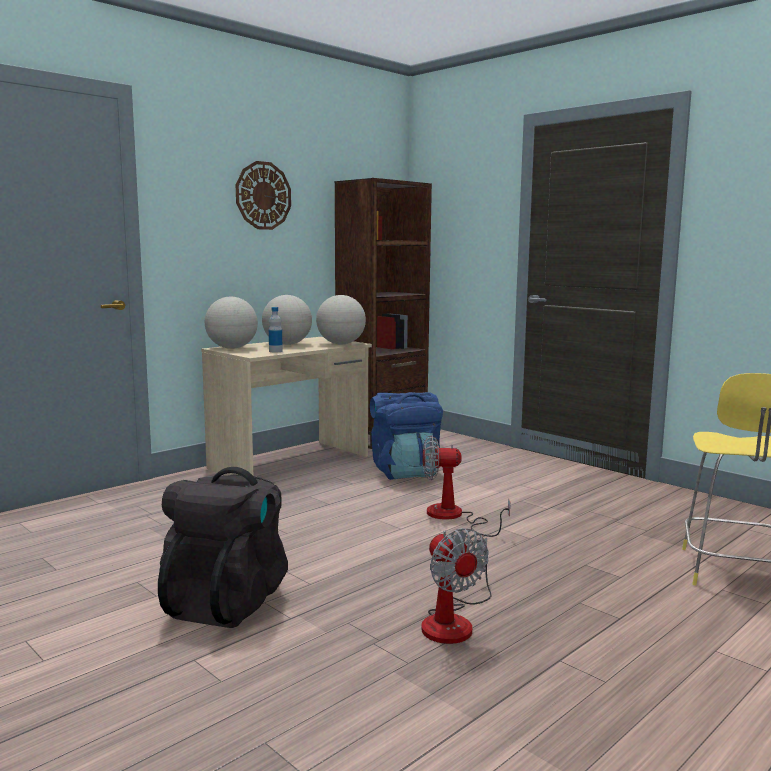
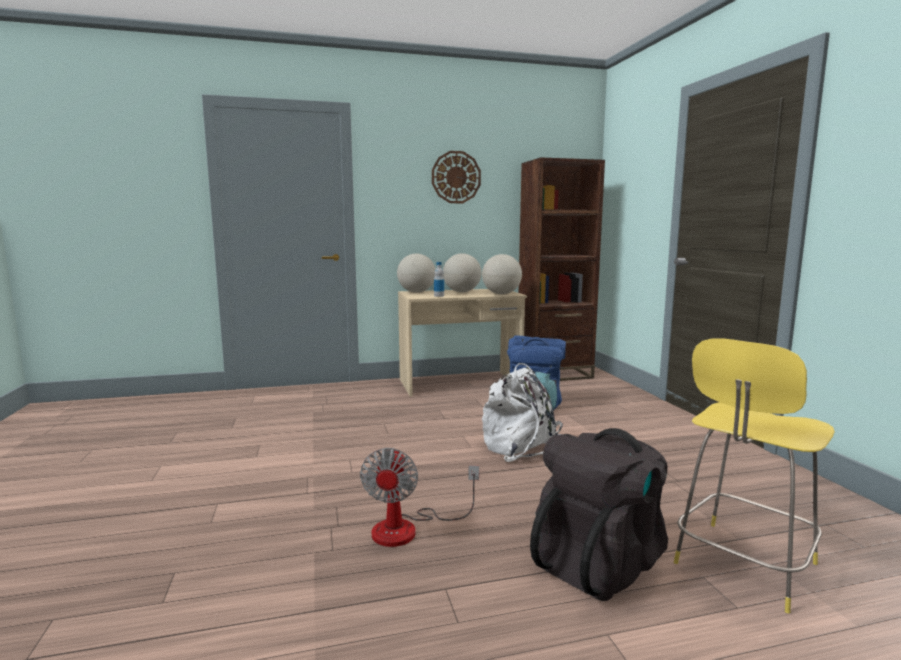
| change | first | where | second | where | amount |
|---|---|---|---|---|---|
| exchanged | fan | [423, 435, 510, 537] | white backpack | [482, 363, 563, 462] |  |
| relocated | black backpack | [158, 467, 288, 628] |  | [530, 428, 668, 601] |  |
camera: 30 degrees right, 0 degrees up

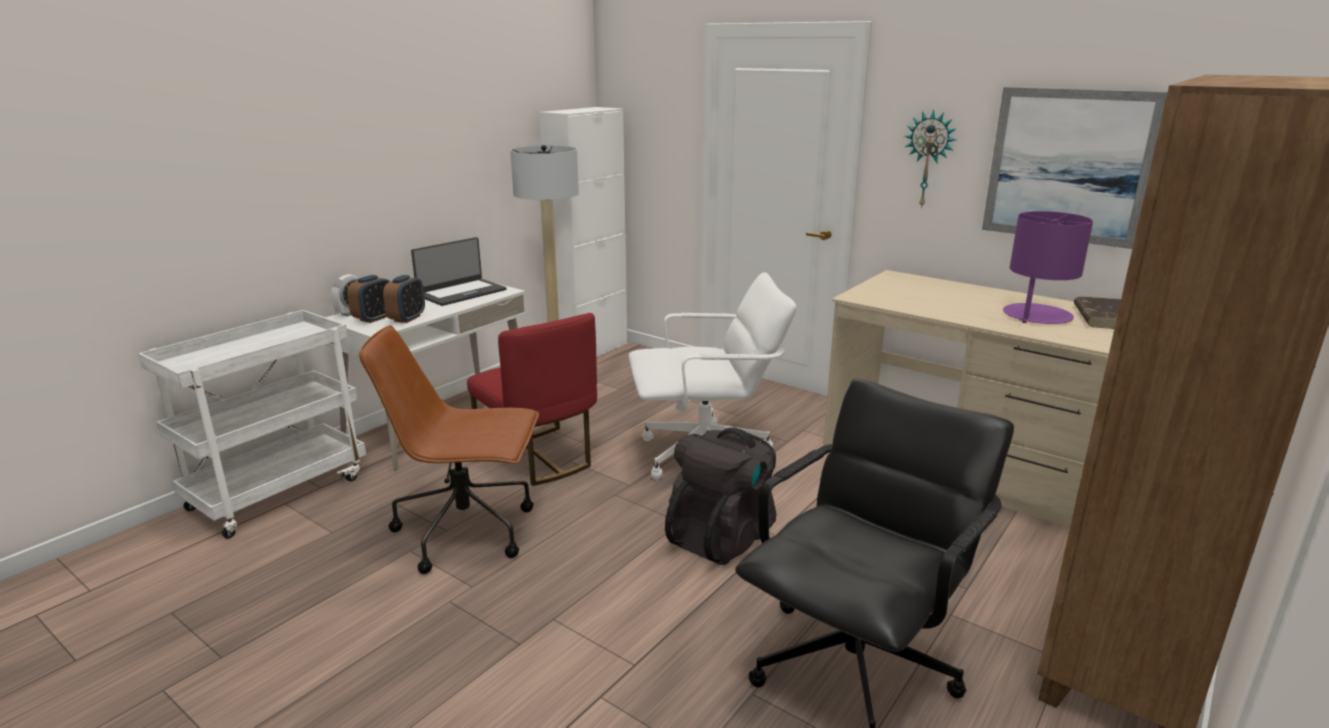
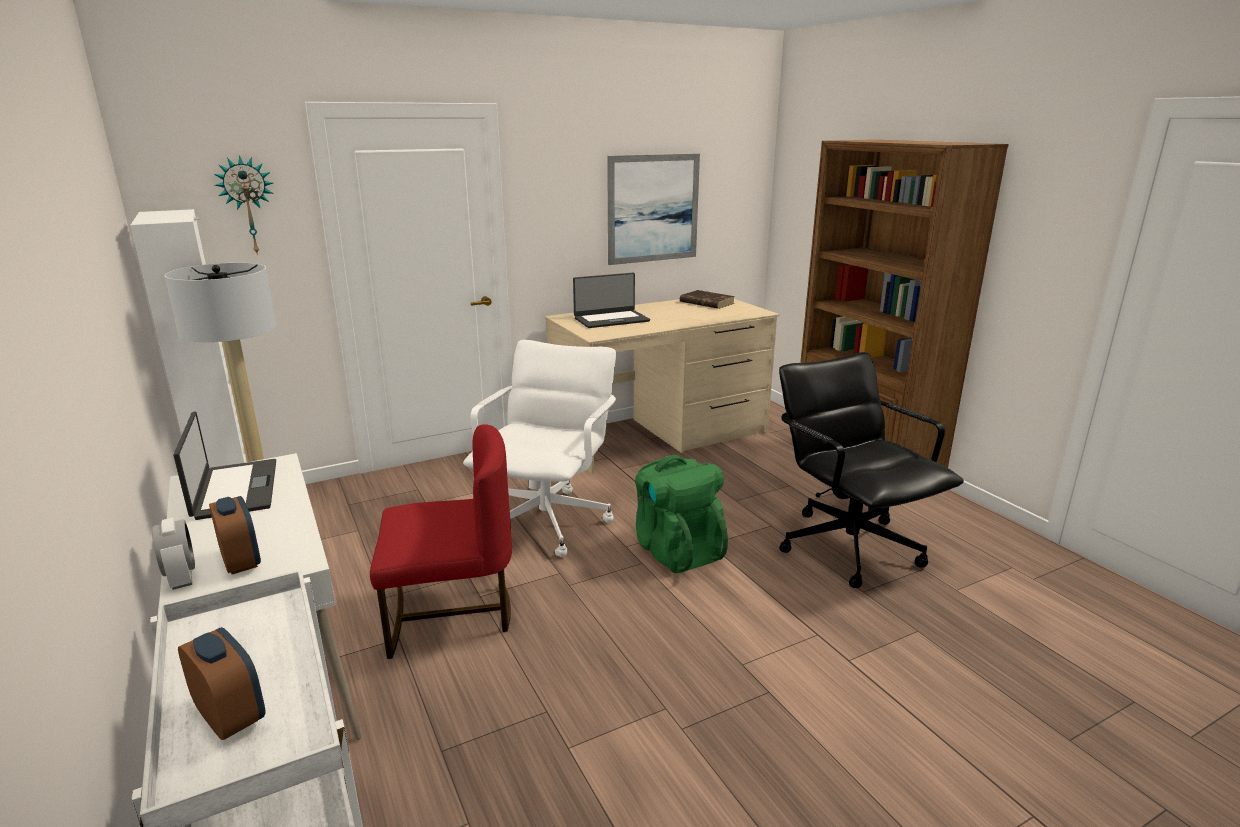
| change | first | where | second | where | amount |
|---|---|---|---|---|---|
| relocated | alarm clock | [383, 275, 425, 323] |  | [178, 627, 266, 740] |  |
| relocated | wall clock | [904, 109, 956, 209] |  | [214, 155, 274, 255] |  |
| appeared |  |  | laptop | [573, 273, 650, 328] |  |
| colour | black backpack | [665, 427, 776, 565] | green backpack | [635, 455, 728, 573] |  |
| missing | brown office chair | [359, 326, 539, 574] |  |  |  |
| missing | purple table lamp | [1003, 211, 1093, 324] |  |  |  |
camera: 65 degrees left, 0 degrees up

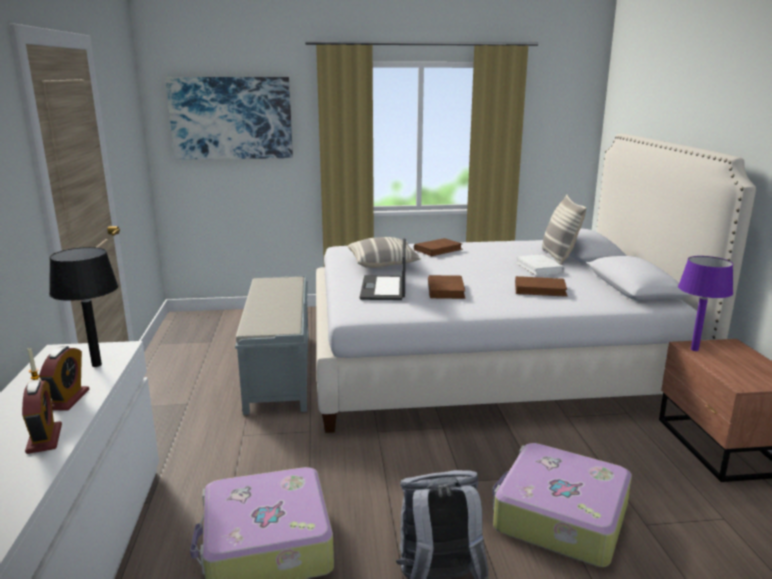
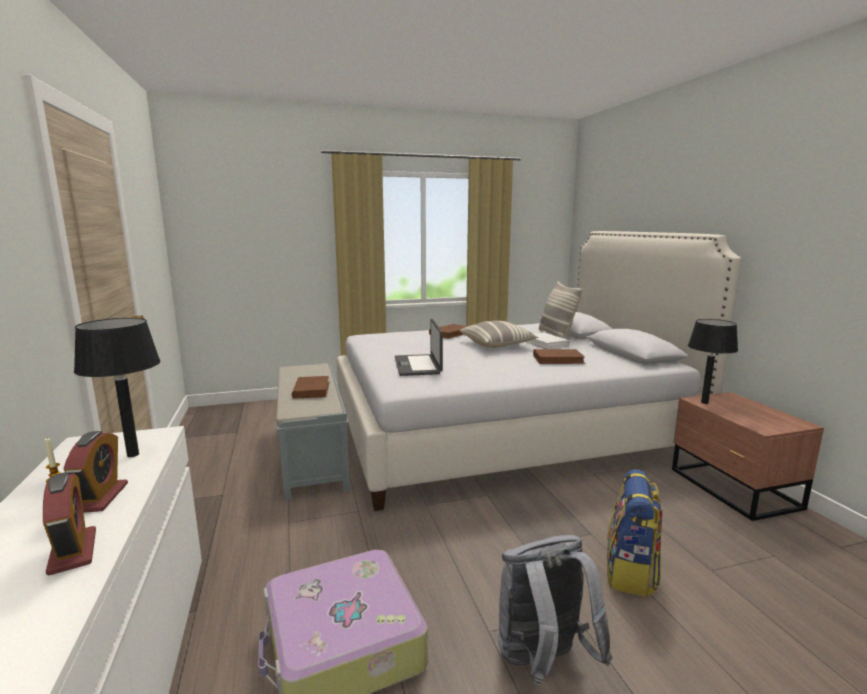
| change | first | where | second | where | amount |
|---|---|---|---|---|---|
| relocated | brown book | [428, 275, 465, 299] |  | [292, 376, 330, 399] |  |
| relocated | pillow | [348, 237, 421, 268] |  | [460, 321, 538, 348] |  |
| exchanged | suitcase | [492, 443, 632, 567] | backpack | [607, 469, 662, 597] |  |
| colour | purple table lamp | [678, 256, 733, 351] | black table lamp | [688, 319, 738, 404] |  |
| missing | picture | [166, 77, 293, 160] |  |  |  |
camera: 10 degrees left, 5 degrees down

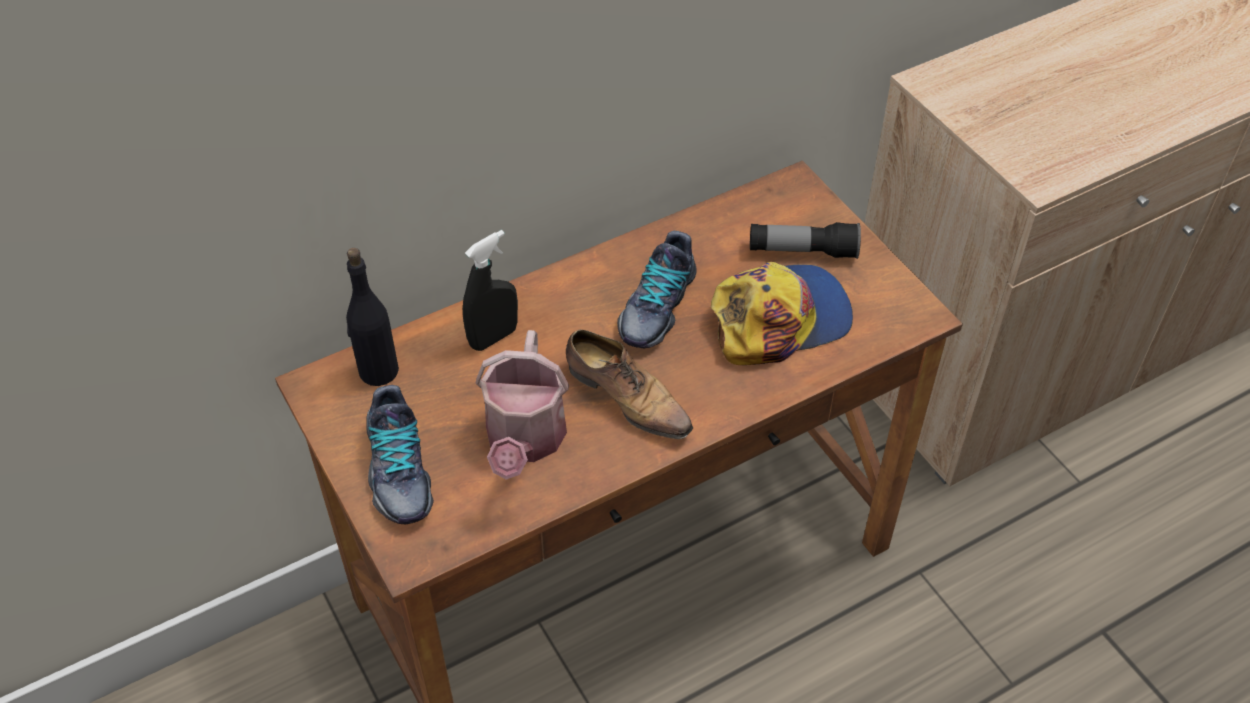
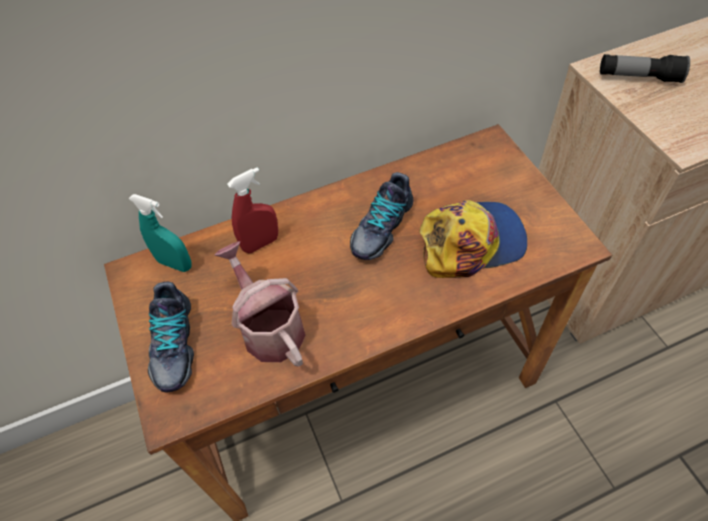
| change | first | where | second | where | amount |
|---|---|---|---|---|---|
| exchanged | black bottle | [346, 248, 399, 386] | turquoise spray bottle | [129, 194, 192, 272] |  |
| spun | watering can | [476, 330, 569, 480] |  | [215, 242, 306, 367] | 135 degrees clockwise |
| colour | black spray bottle | [463, 230, 518, 351] | red spray bottle | [227, 167, 278, 254] |  |
| relocated | flashlight | [750, 222, 861, 259] |  | [600, 54, 690, 83] |  |
| missing | shoe | [566, 330, 693, 439] |  |  |  |
camera: 10 degrees right, 5 degrees up

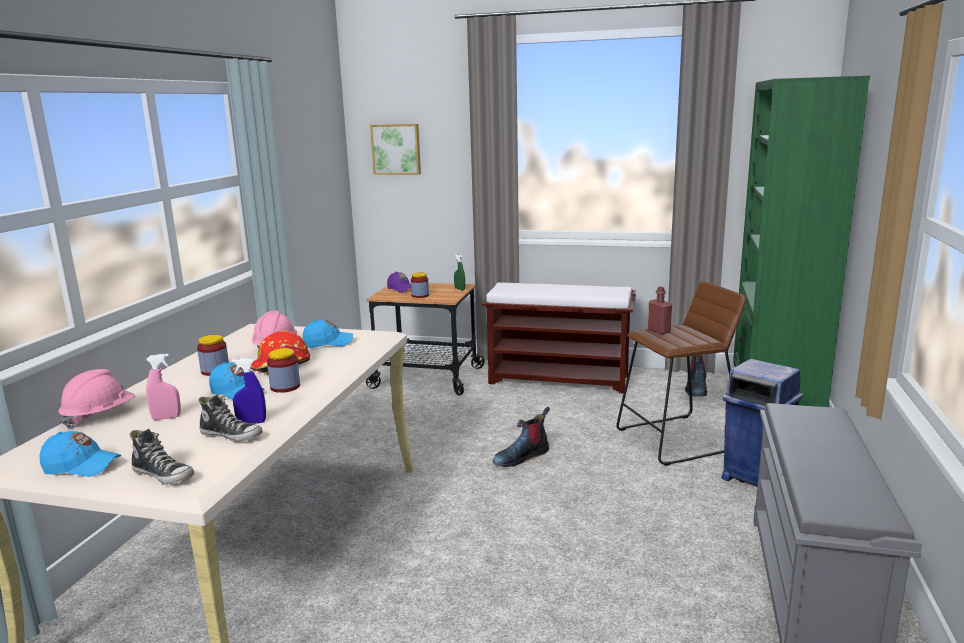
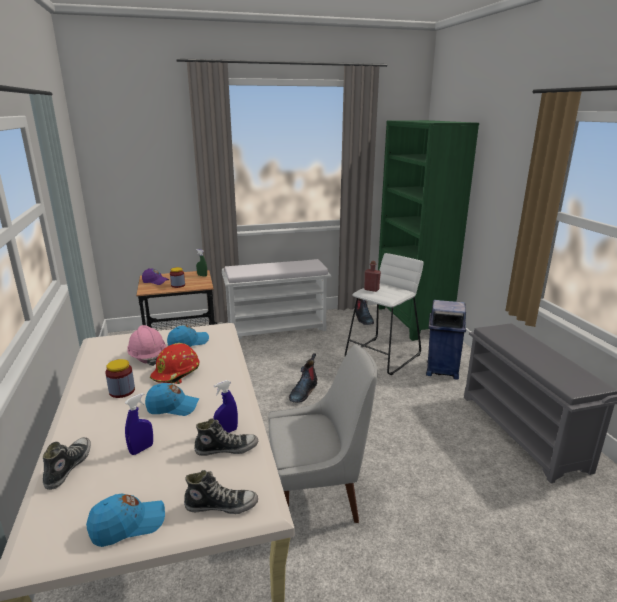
| change | first | where | second | where | amount |
|---|---|---|---|---|---|
| exchanged | pink hard hat | [58, 369, 136, 428] | shoe | [43, 437, 91, 490] |  |
| colour | pink spray bottle | [146, 354, 181, 420] | blue spray bottle | [125, 393, 153, 455] |  |
| colour | brown bench | [482, 282, 636, 393] | white bench | [222, 259, 331, 339] |  |
| appeared |  |  | white chair | [268, 344, 378, 523] |  |
| colour | brown stool | [616, 281, 746, 466] | white stool | [345, 253, 424, 375] |  |
| missing | jar | [267, 348, 300, 393] |  |  |  |
| missing | picture | [370, 124, 421, 175] |  |  |  |
camera: 30 degrees left, 5 degrees up

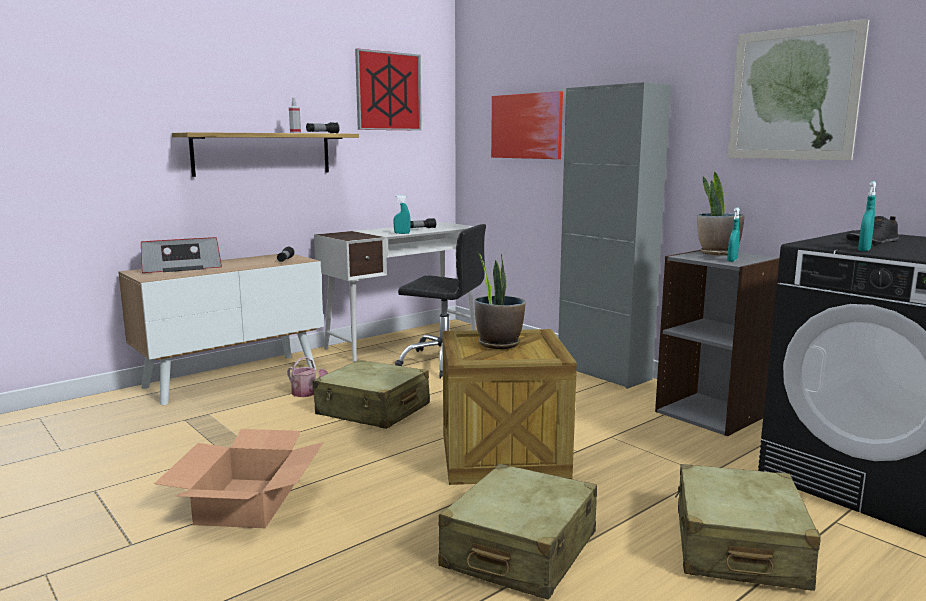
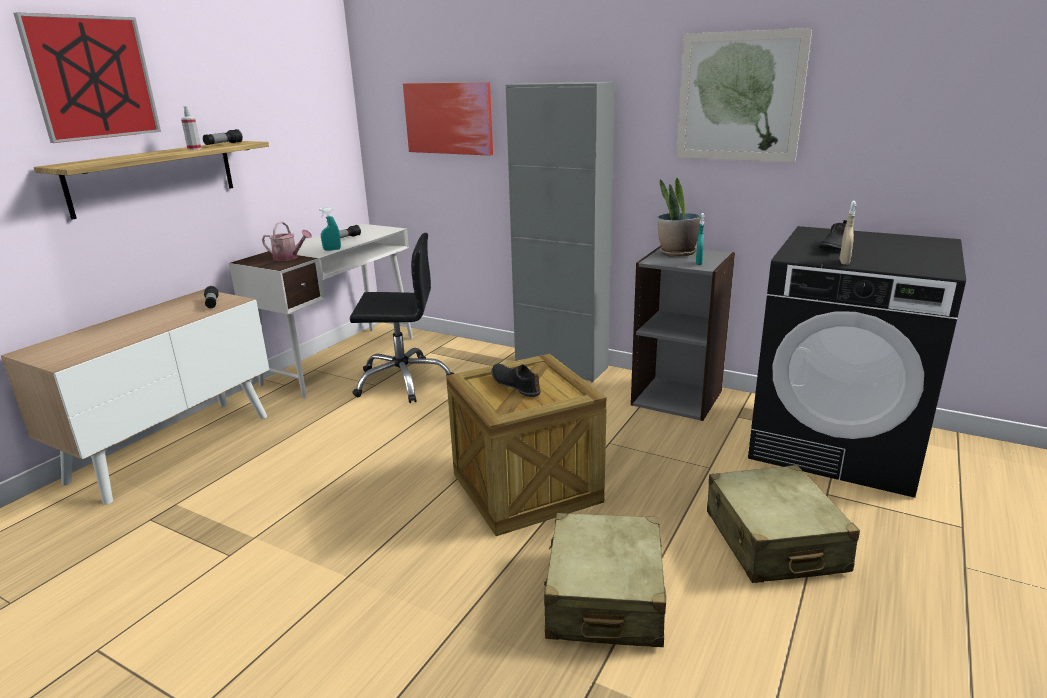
| change | first | where | second | where | amount |
|---|---|---|---|---|---|
| relocated | picture | [355, 49, 422, 131] |  | [13, 12, 161, 143] |  |
| relocated | watering can | [287, 357, 328, 397] |  | [262, 221, 312, 261] |  |
| exchanged | potted plant | [474, 252, 526, 349] | black shoe | [492, 364, 541, 397] |  |
| colour | turquoise spray bottle | [858, 181, 876, 251] | beige spray bottle | [839, 201, 857, 265] |  |
| missing | radio | [141, 237, 222, 273] |  |  |  |
| missing | cardboard box | [154, 429, 324, 528] |  |  |  |
| missing | beige suitcase | [312, 360, 430, 429] |  |  |  |
camera: 20 degrees left, 10 degrees up

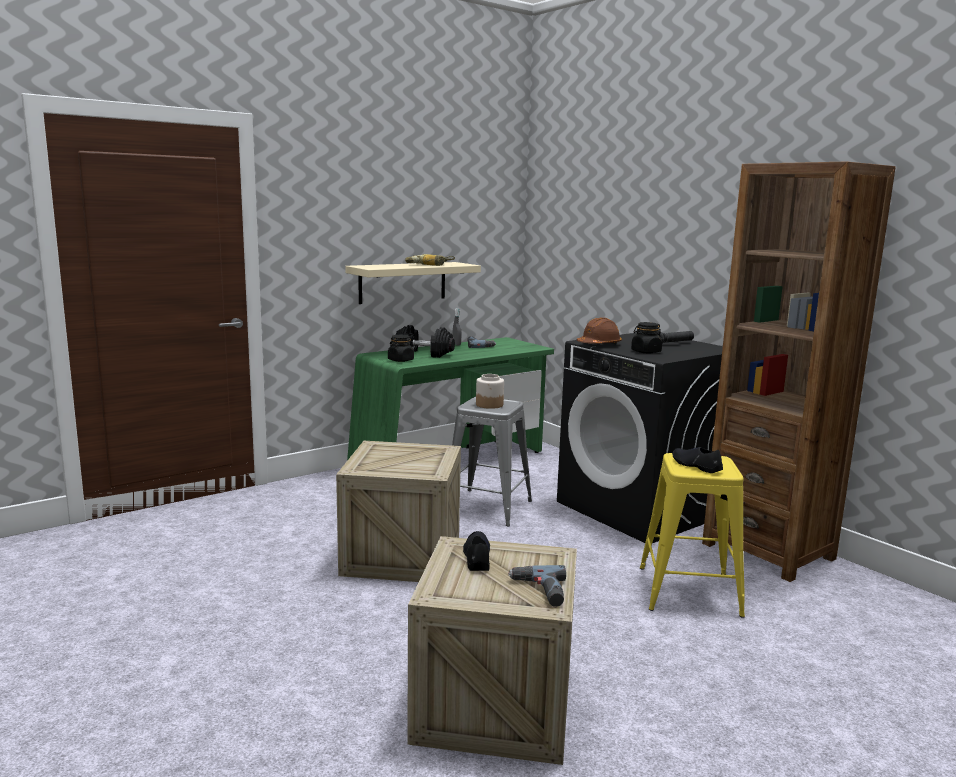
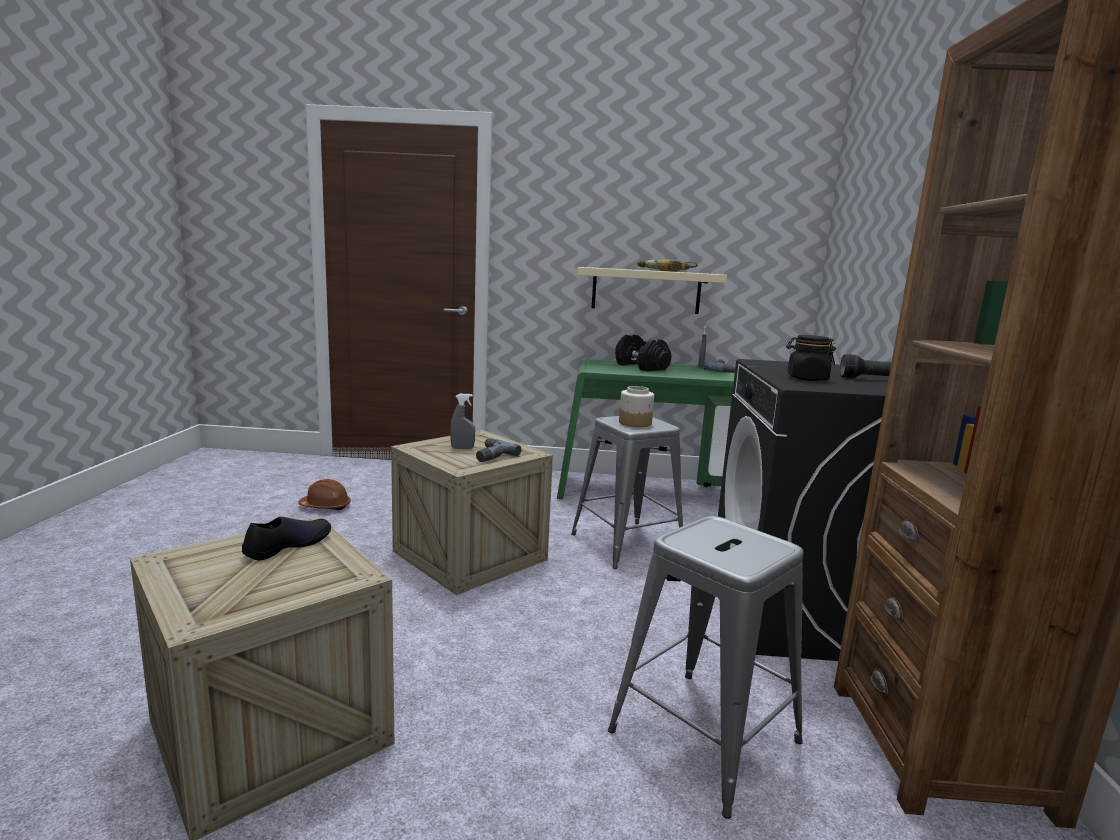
| change | first | where | second | where | amount |
|---|---|---|---|---|---|
| relocated | brown hard hat | [577, 317, 622, 344] |  | [298, 479, 351, 511] |  |
| appeared |  |  | grey spray bottle | [450, 394, 475, 449] |  |
| relocated | power drill | [508, 565, 566, 607] |  | [476, 438, 521, 462] |  |
| colour | yellow stool | [640, 453, 745, 618] | grey stool | [608, 516, 804, 819] |  |
| missing | black jar | [388, 335, 414, 362] |  |  |  |
| missing | black shoe | [673, 447, 723, 473] |  |  |  |
camera: 40 degrees right, 0 degrees up

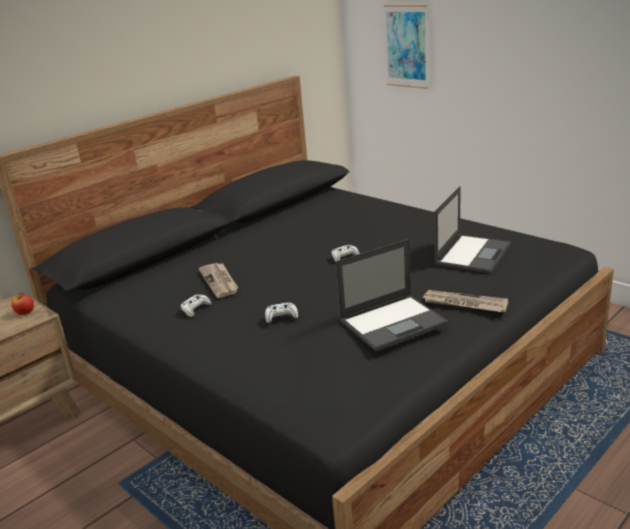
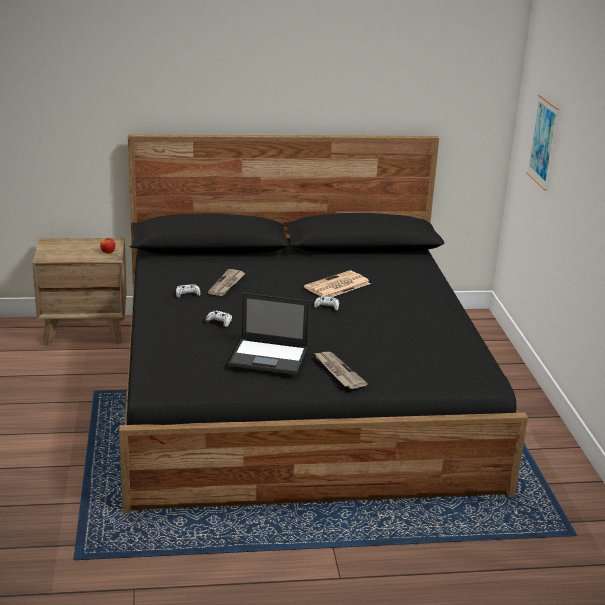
| change | first | where | second | where | amount |
|---|---|---|---|---|---|
| appeared |  |  | newspaper | [304, 270, 371, 297] |  |
| missing | laptop | [434, 186, 511, 274] |  |  |  |
camera: 35 degrees right, 0 degrees up

